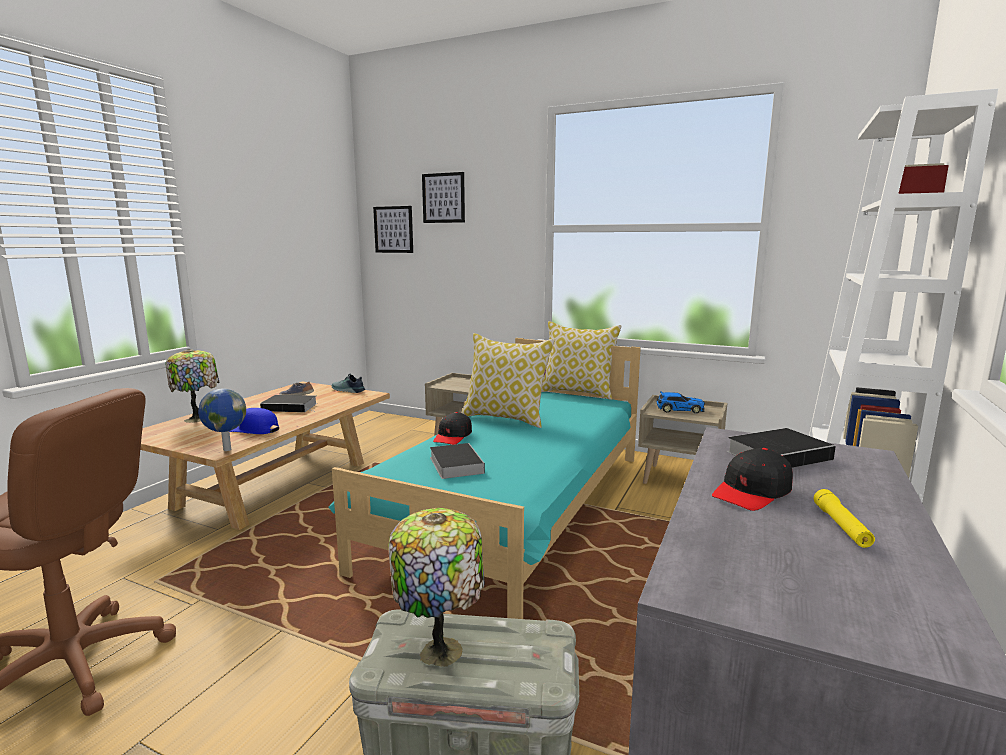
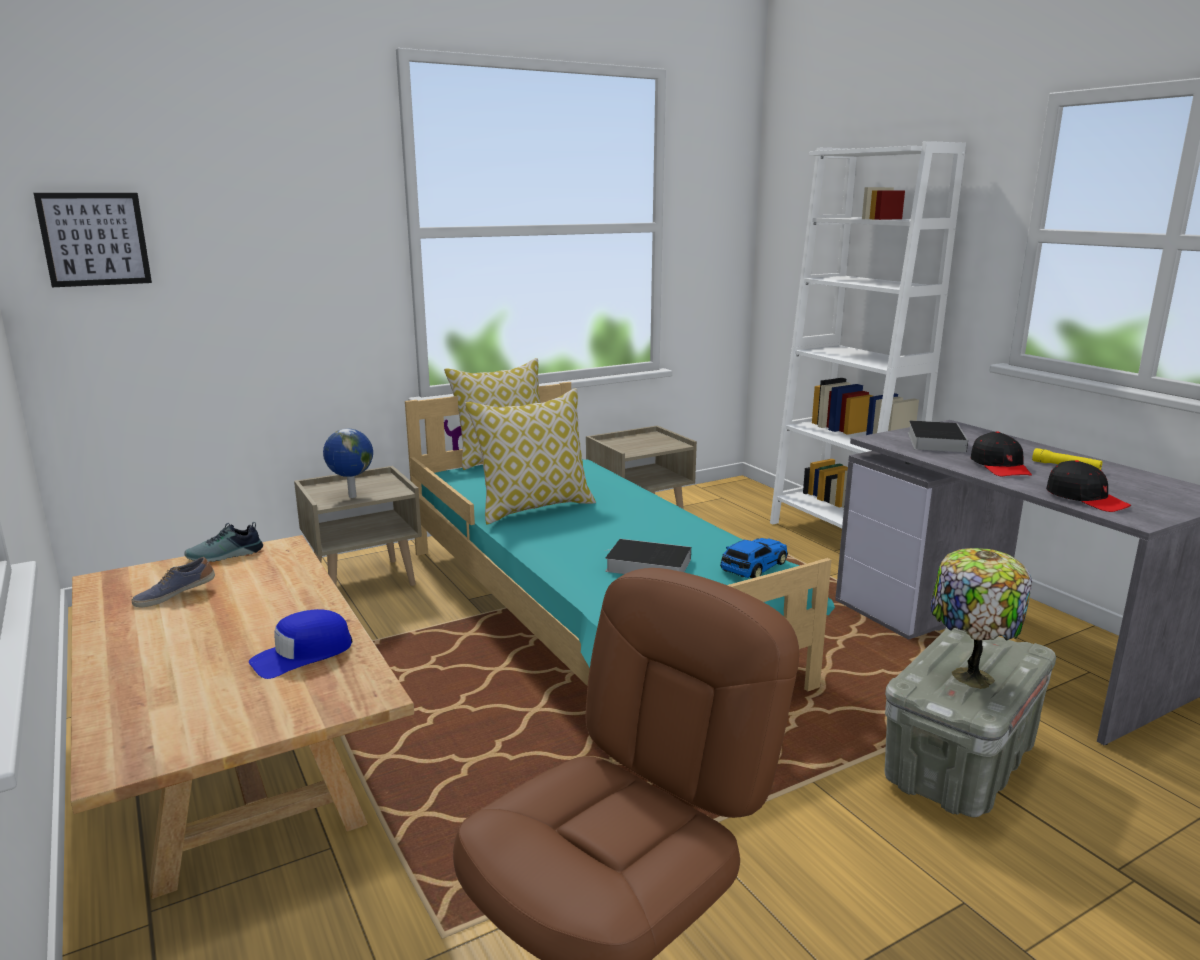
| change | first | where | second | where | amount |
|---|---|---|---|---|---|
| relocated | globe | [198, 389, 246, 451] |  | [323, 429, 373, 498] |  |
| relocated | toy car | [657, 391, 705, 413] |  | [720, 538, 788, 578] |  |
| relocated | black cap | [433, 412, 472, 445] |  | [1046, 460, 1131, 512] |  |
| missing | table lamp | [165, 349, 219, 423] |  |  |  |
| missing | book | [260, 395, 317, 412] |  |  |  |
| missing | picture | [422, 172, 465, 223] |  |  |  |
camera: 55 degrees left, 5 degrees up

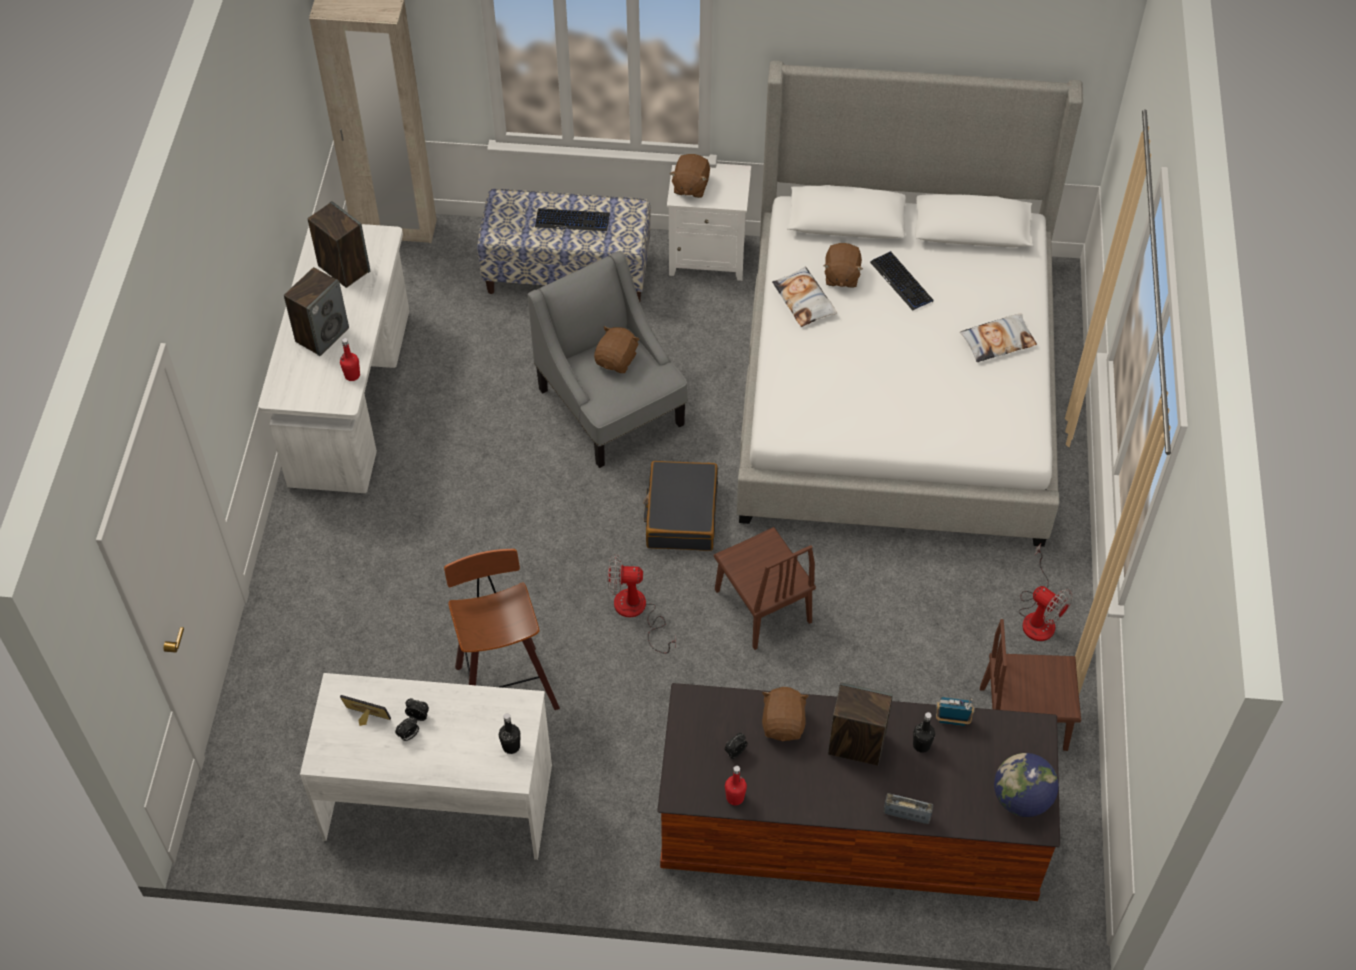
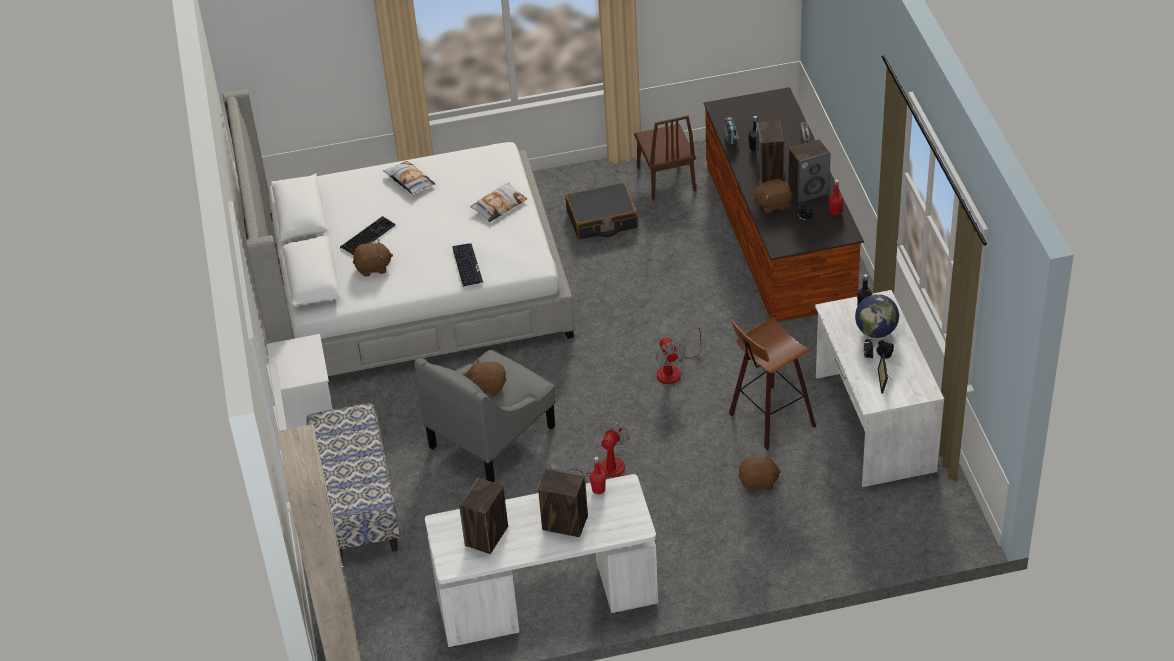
| change | first | where | second | where | amount |
|---|---|---|---|---|---|
| relocated | keyboard | [535, 208, 610, 231] |  | [452, 243, 483, 287] |  |
| relocated | pillow | [772, 266, 837, 327] |  | [470, 183, 527, 222] |  |
| relocated | fan | [1019, 544, 1073, 641] |  | [550, 420, 630, 483] |  |
| relocated | black suitcase | [644, 461, 718, 551] |  | [565, 183, 638, 240] |  |
| relocated | brown plush toy | [670, 154, 710, 198] |  | [738, 454, 781, 492] |  |
| appeared |  |  | speaker | [788, 139, 831, 203] |  |
| relocated | globe | [994, 753, 1059, 817] |  | [855, 294, 899, 338] |  |
| missing | brown chair | [714, 527, 816, 650] |  |  |  |
camera: 105 degrees left, 10 degrees down

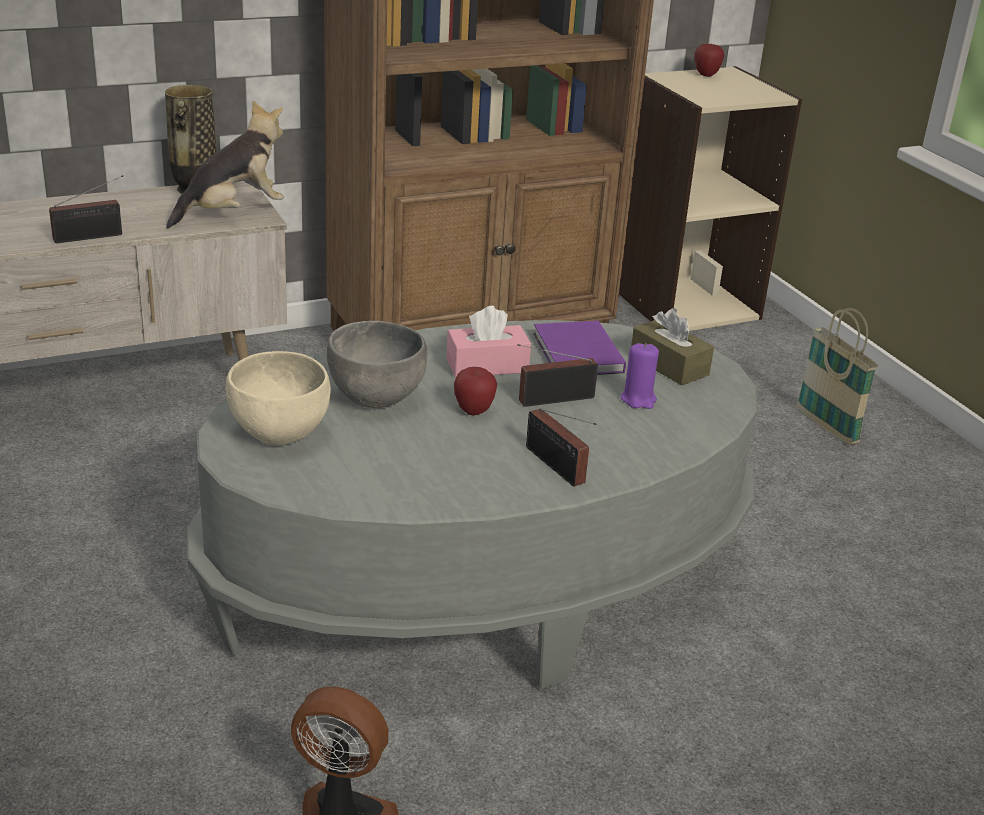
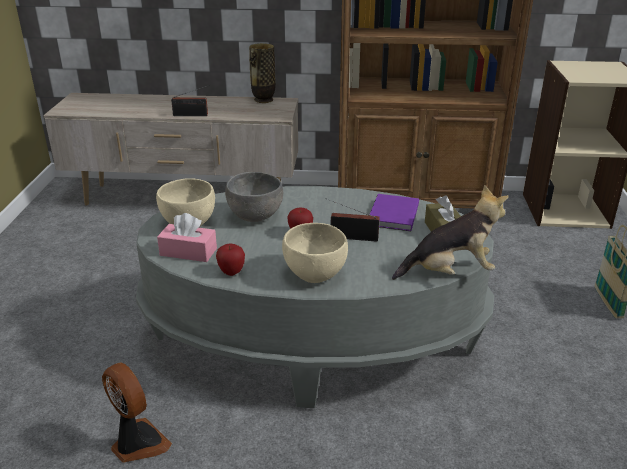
| change | first | where | second | where | amount |
|---|---|---|---|---|---|
| relocated | pink tissue box | [446, 306, 531, 378] |  | [157, 213, 217, 262] |  |
| relocated | apple | [694, 44, 724, 77] |  | [216, 244, 245, 276] |  |
| exchanged | radio | [526, 408, 596, 487] | beige bowl | [282, 223, 348, 283] |  |
| relocated | plush toy | [166, 100, 284, 228] |  | [392, 185, 509, 280] |  |
| missing | purple candle | [620, 343, 659, 409] |  |  |  |
camera: 30 degrees right, 0 degrees up

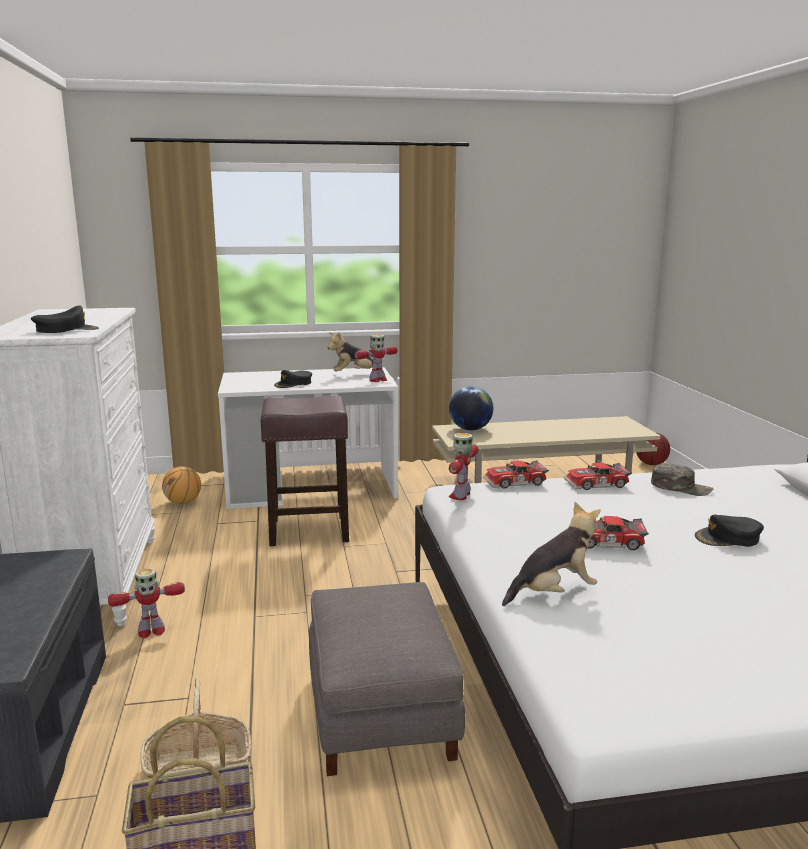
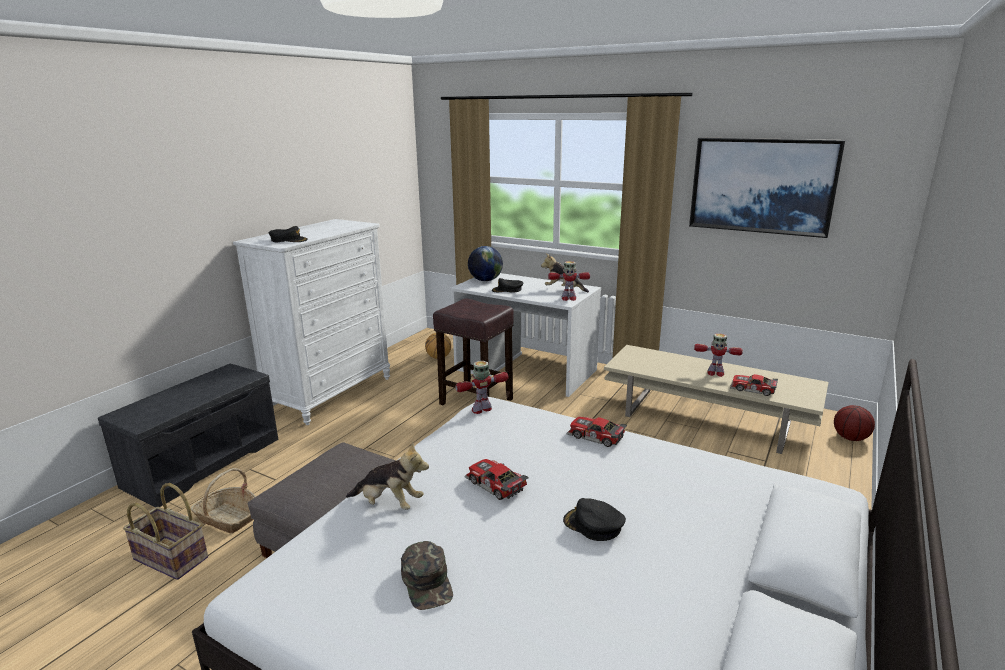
| change | first | where | second | where | amount |
|---|---|---|---|---|---|
| relocated | green cap | [651, 463, 713, 496] |  | [401, 541, 453, 610] |  |
| relocated | globe | [449, 386, 493, 430] |  | [468, 246, 503, 281] |  |
| appeared |  |  | picture | [689, 138, 845, 238] |  |
| relocated | toy robot | [108, 568, 185, 638] |  | [694, 333, 743, 377] |  |
| relocated | toy car | [483, 461, 549, 488] |  | [730, 374, 778, 396] |  |
camera: 40 degrees right, 5 degrees up

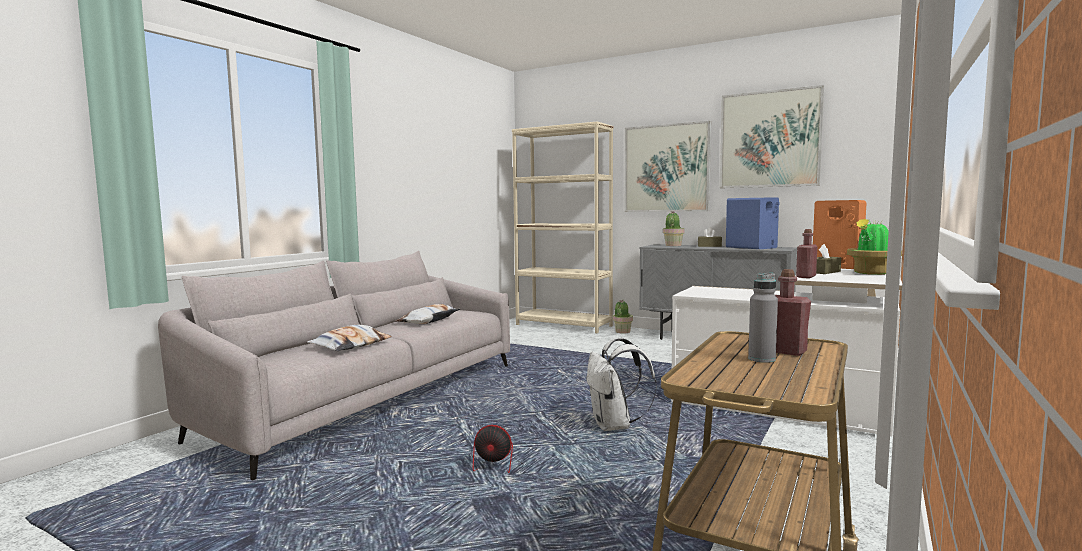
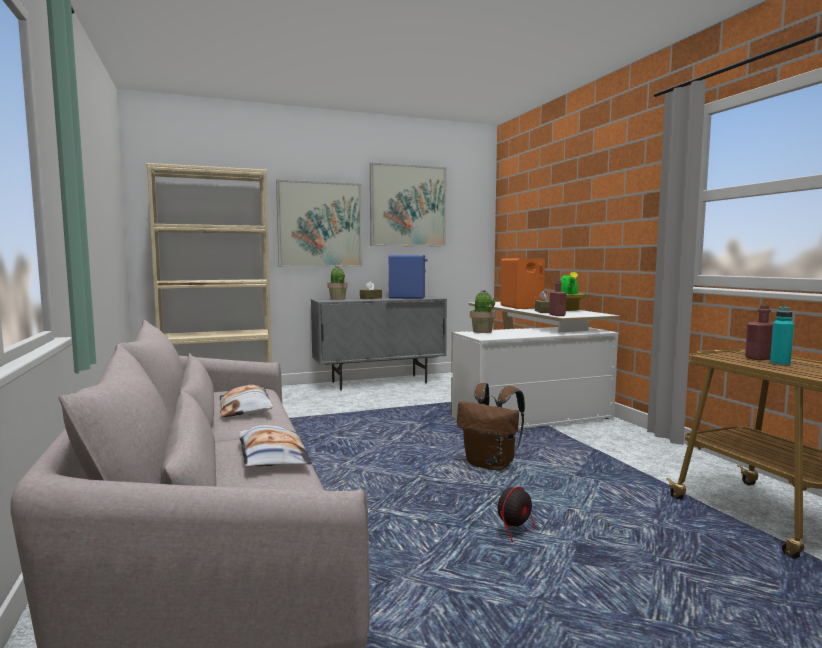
| change | first | where | second | where | amount |
|---|---|---|---|---|---|
| colour | white backpack | [586, 338, 657, 431] | brown backpack | [457, 383, 525, 471] |  |
| relocated | potted plant | [613, 300, 633, 334] |  | [470, 290, 496, 333] |  |
| colour | grey bottle | [748, 273, 778, 363] | turquoise bottle | [770, 306, 794, 366] |  |
camera: 50 degrees left, 0 degrees up

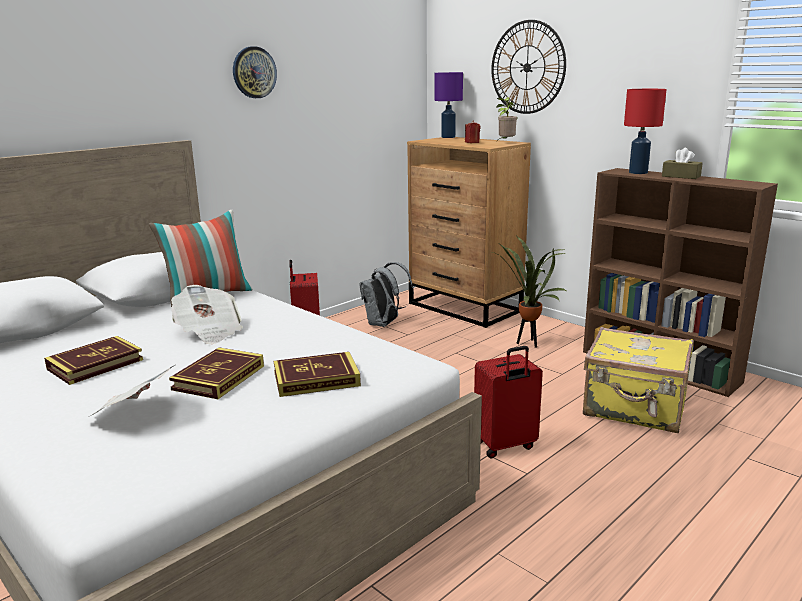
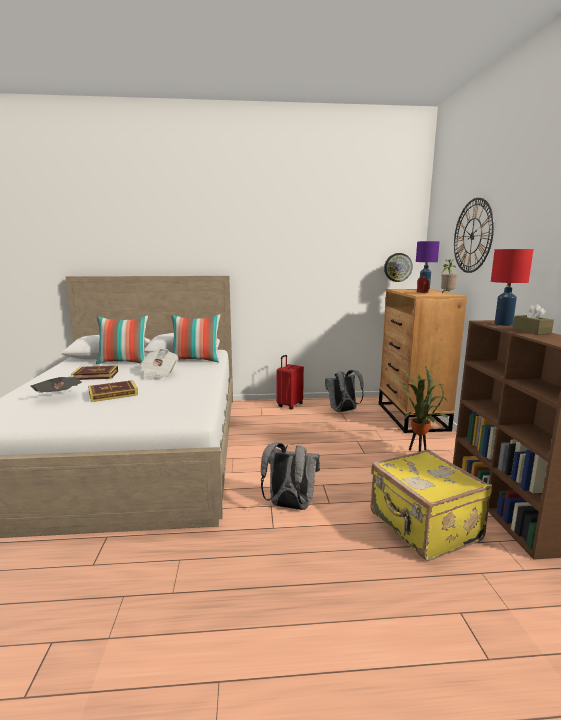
| change | first | where | second | where | amount |
|---|---|---|---|---|---|
| appeared |  |  | pillow | [96, 316, 148, 364] |  |
| exchanged | red suitcase | [474, 346, 543, 459] | grey backpack | [261, 442, 320, 510] |  |
| relocated | wall clock | [233, 46, 277, 98] |  | [384, 253, 413, 282] |  |
| missing | book | [274, 352, 361, 397] |  |  |  |
camera: 40 degrees right, 5 degrees down

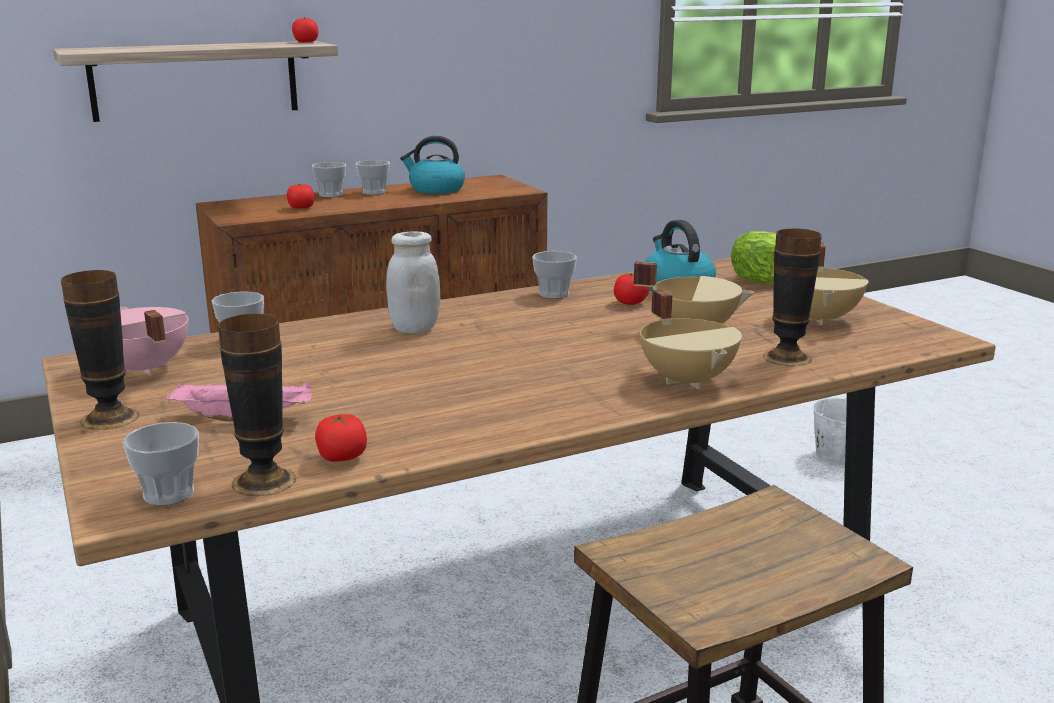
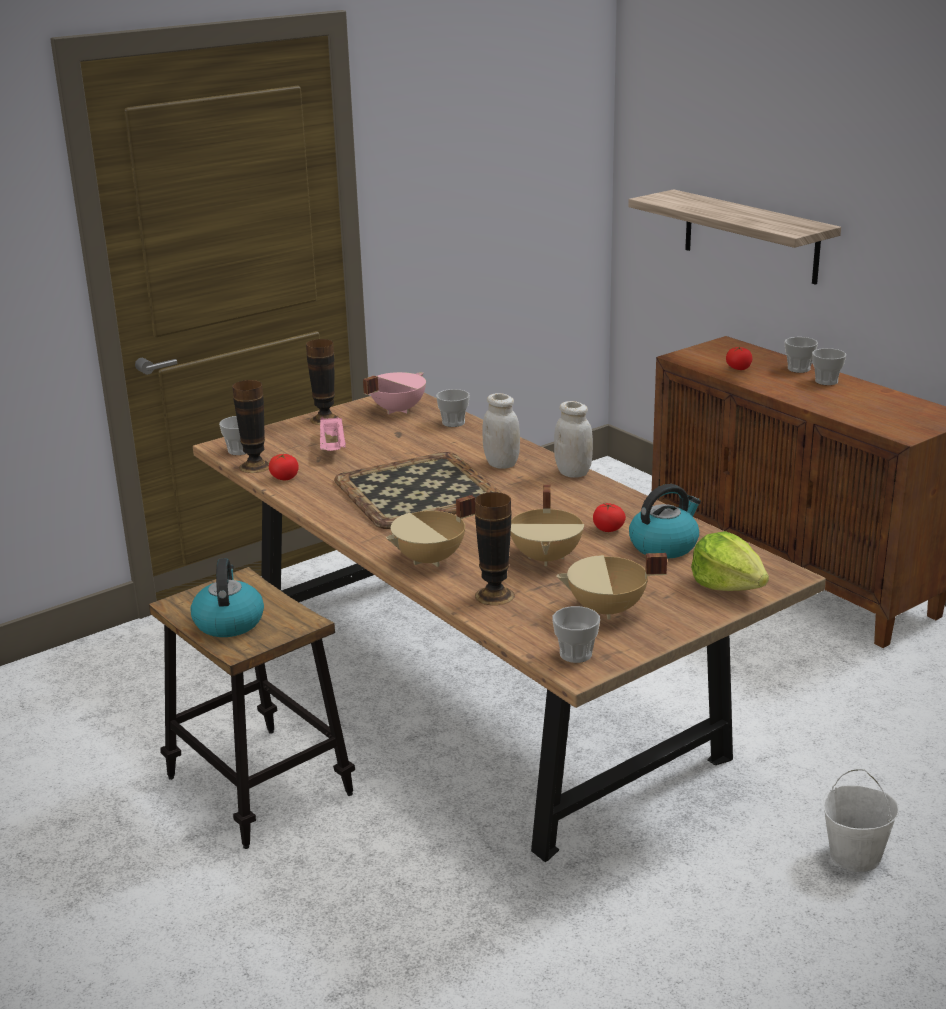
| change | first | where | second | where | amount |
|---|---|---|---|---|---|
| relocated | kettle | [400, 136, 465, 194] |  | [191, 558, 264, 637] |  |
| appeared |  |  | tray | [334, 452, 502, 529] |  |
| relocated | cup | [532, 251, 577, 299] |  | [552, 606, 600, 663] |  |
| appeared |  |  | white jar | [554, 401, 593, 478] |  |
| missing | tomato | [292, 17, 319, 42] |  |  |  |
camera: 80 degrees right, 5 degrees up

